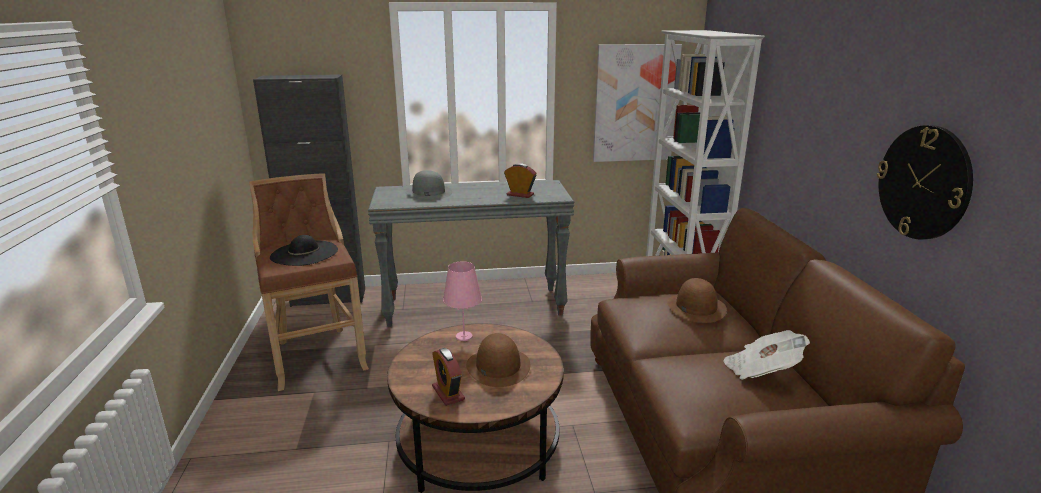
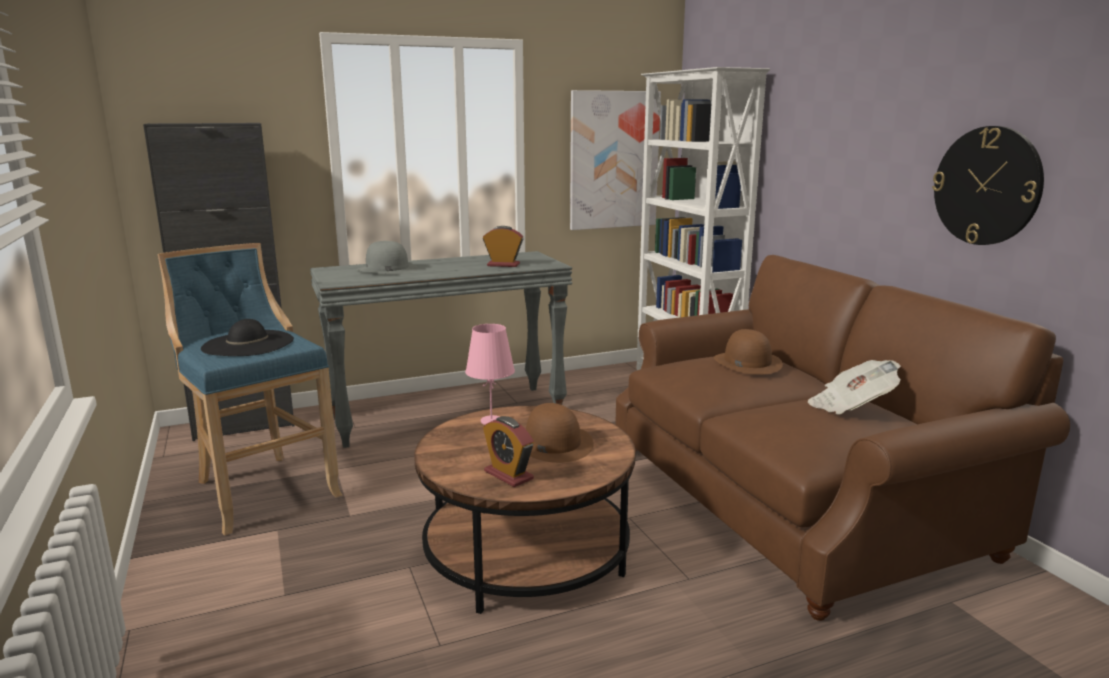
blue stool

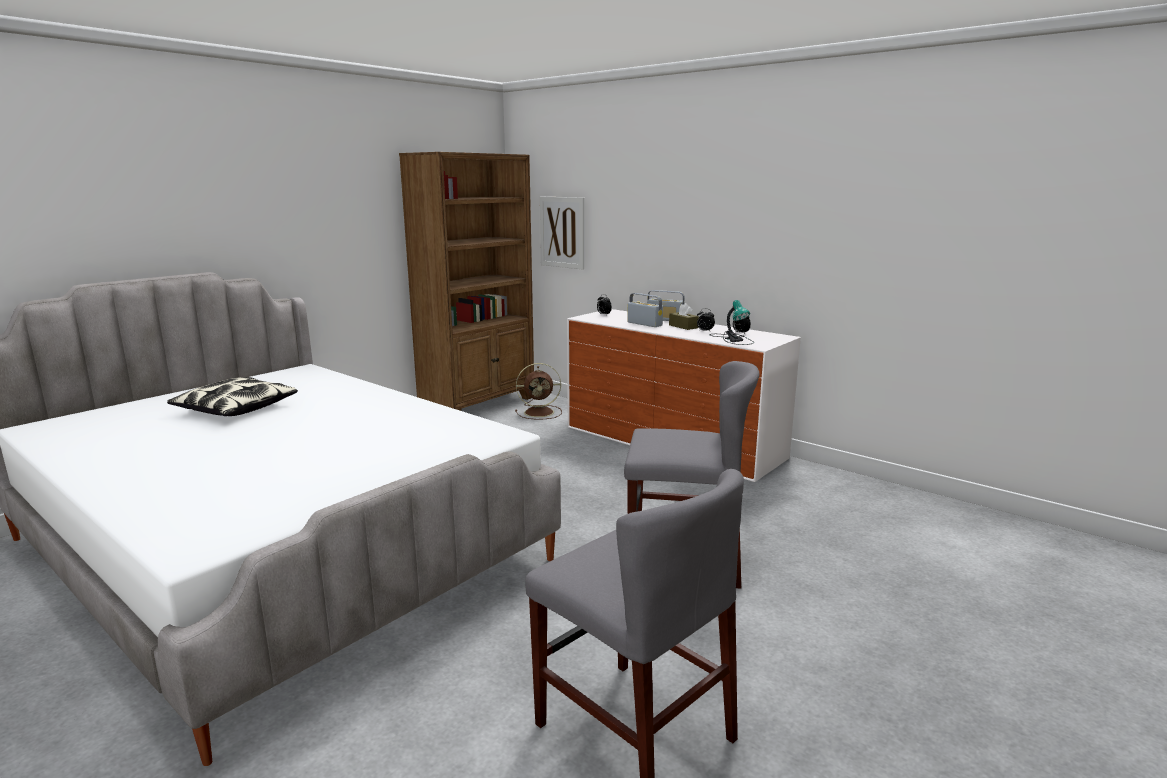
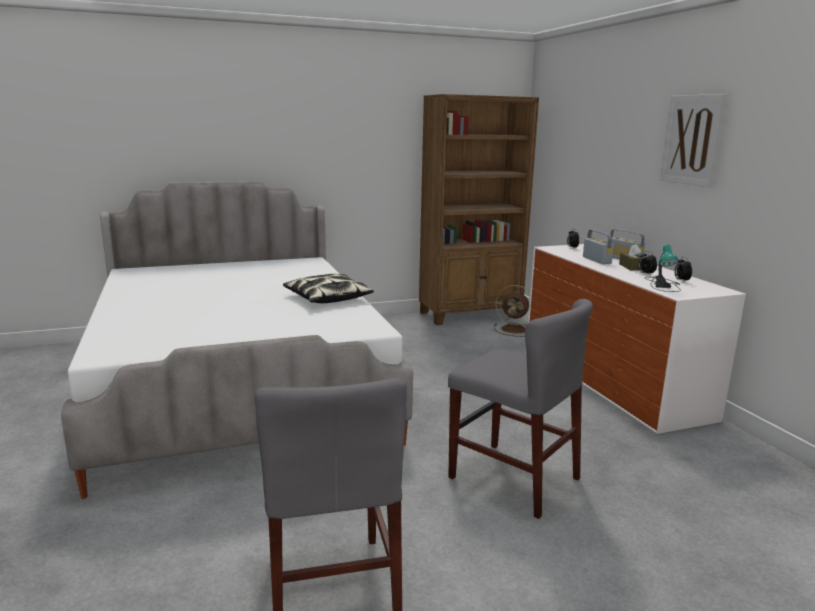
pillow
picture

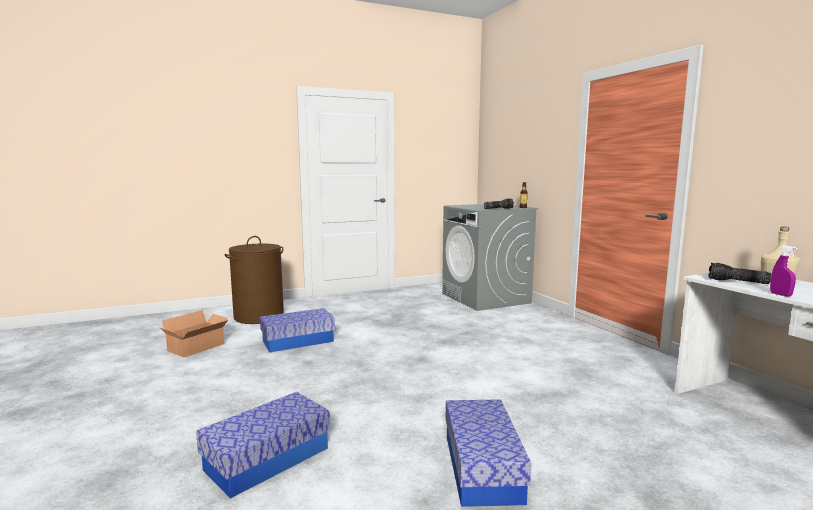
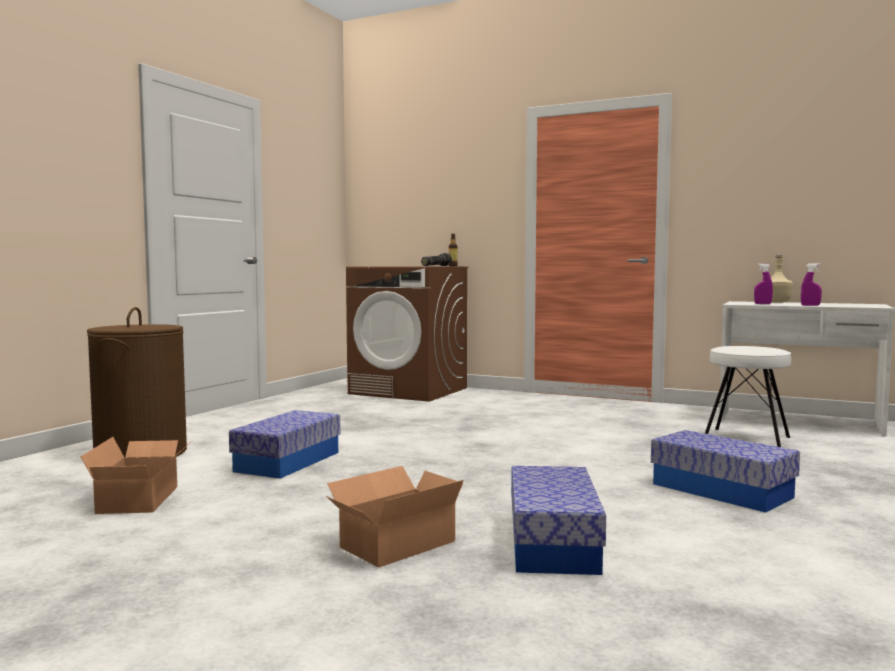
cardboard box (no. 2 from left)
brown washing machine
white stool
purple spray bottle (no. 1 from left)

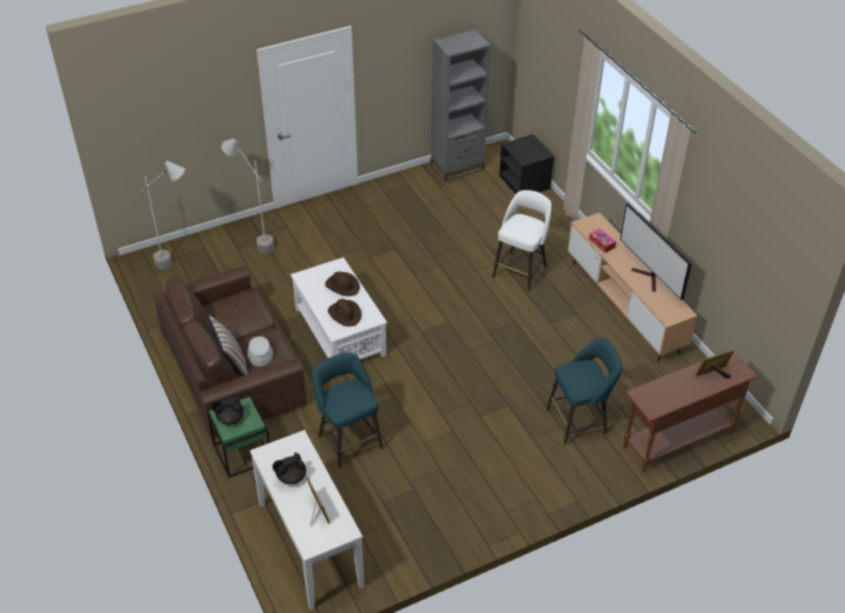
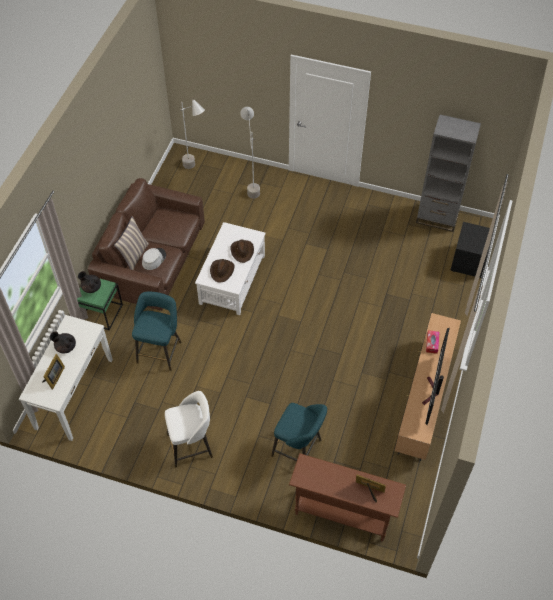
white stool

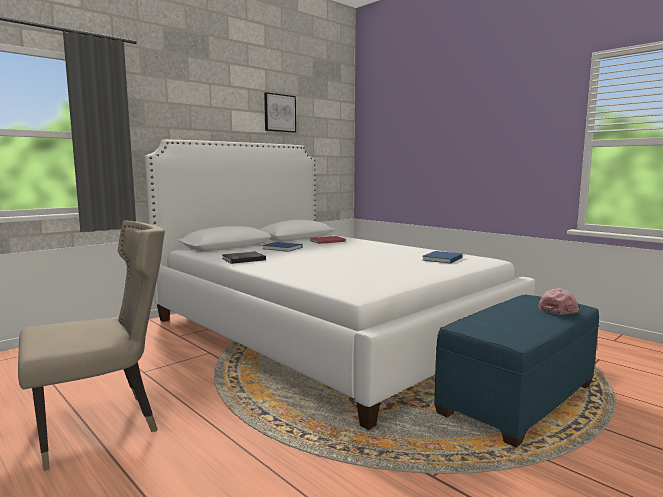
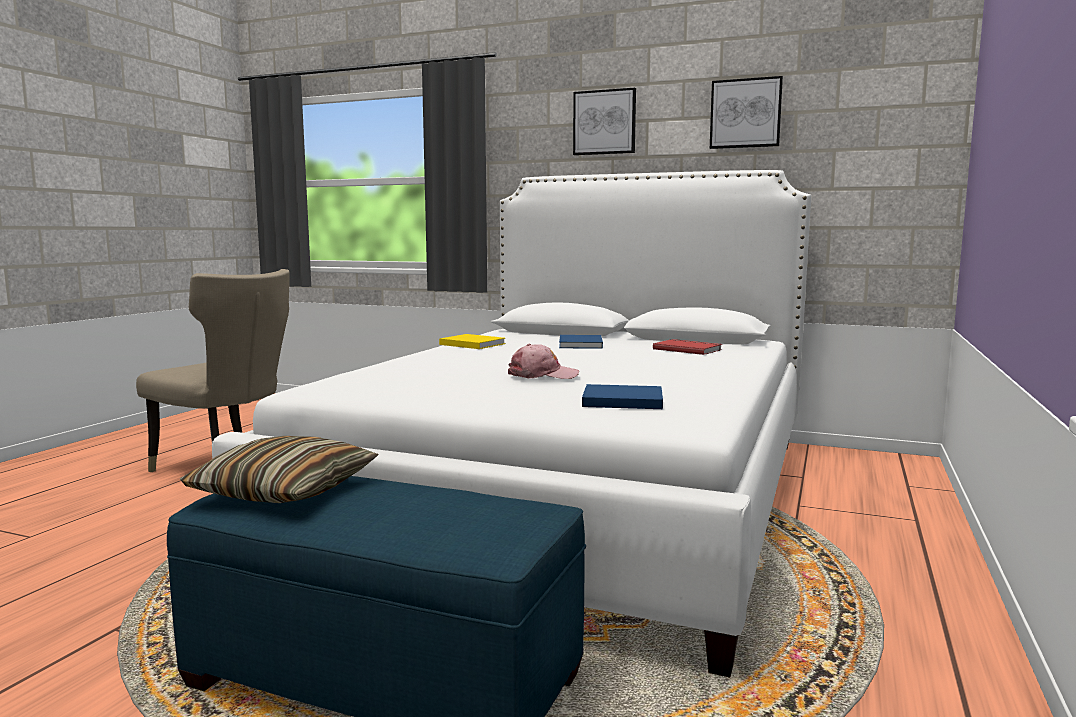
pillow
yellow book
pink cap
picture (no. 1 from left)

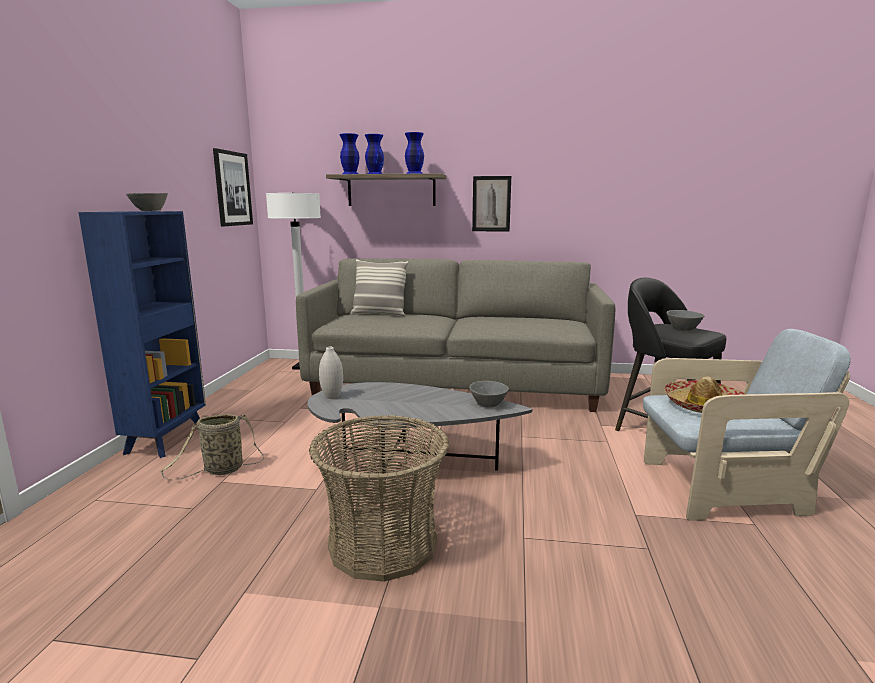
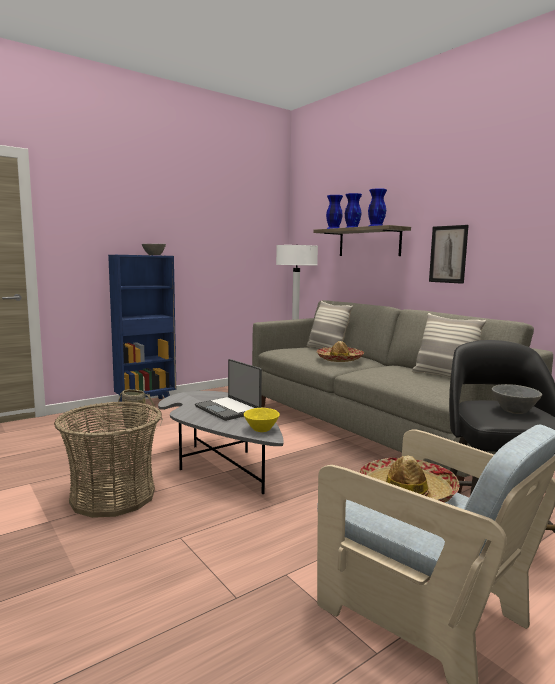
laptop
yellow bowl
hat (no. 1 from left)
pillow (no. 2 from left)
picture (no. 1 from left in the first image)
white vase

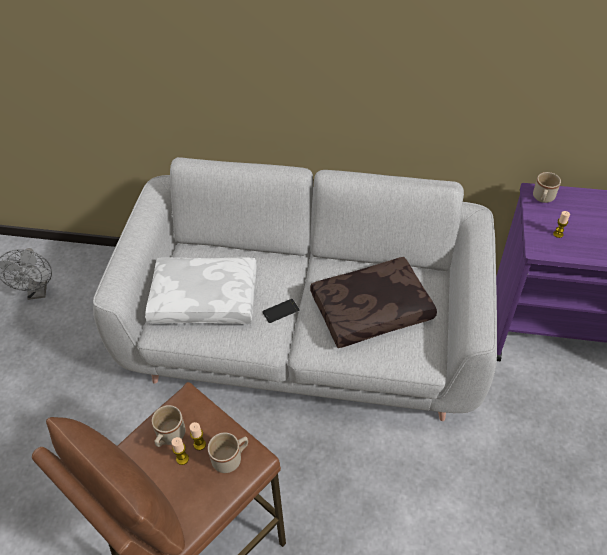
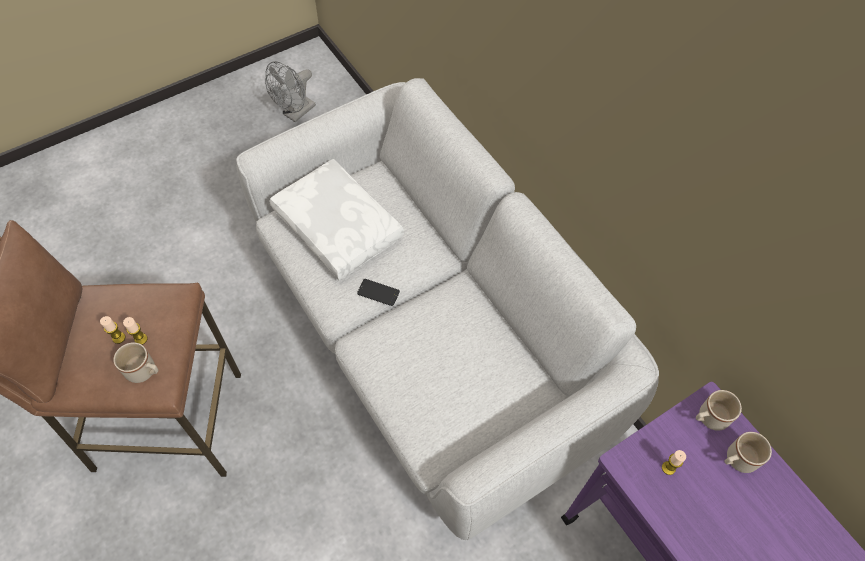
beige mug (no. 3 from left)
brown pillow

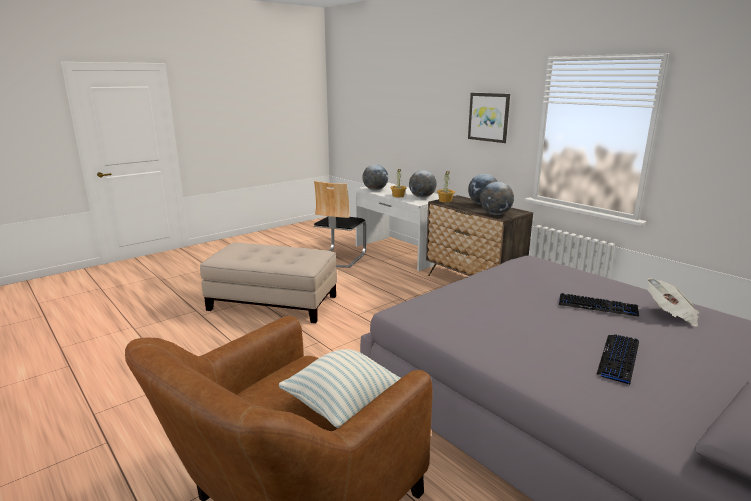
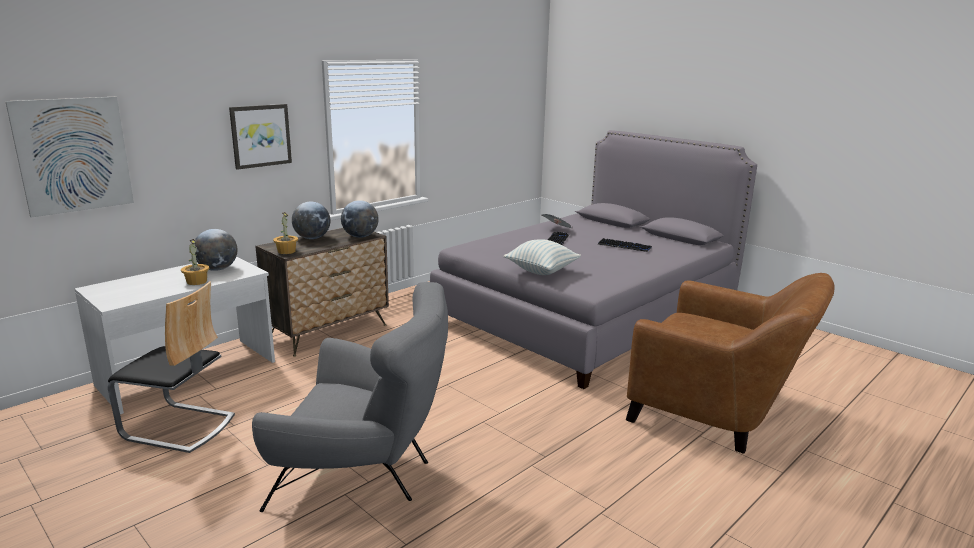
picture (no. 1 from left)
grey armchair
pillow
globe (no. 1 from left in the first image)

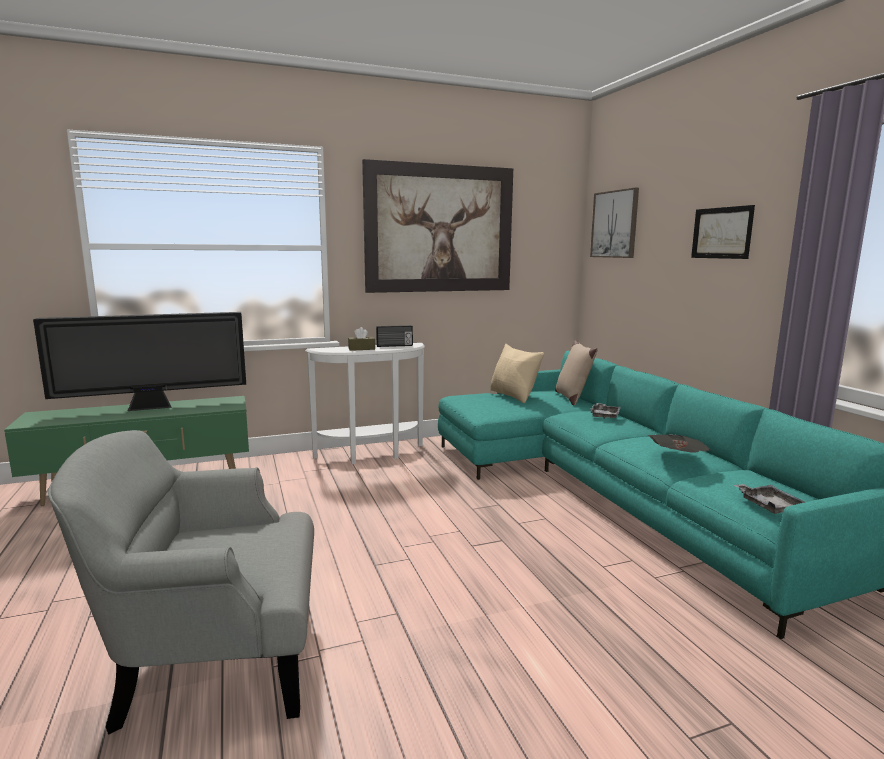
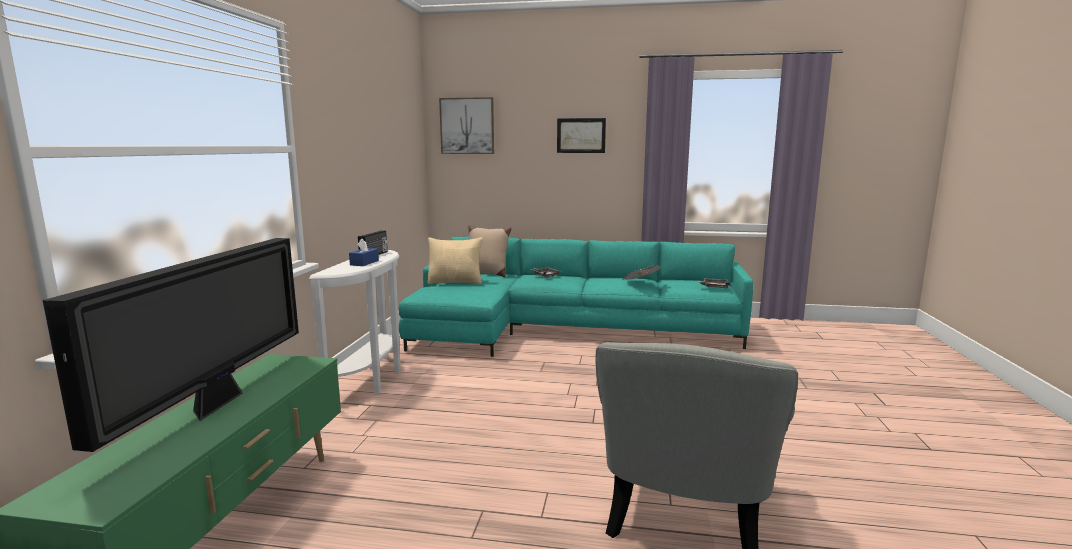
blue tissue box
picture (no. 1 from left in the first image)

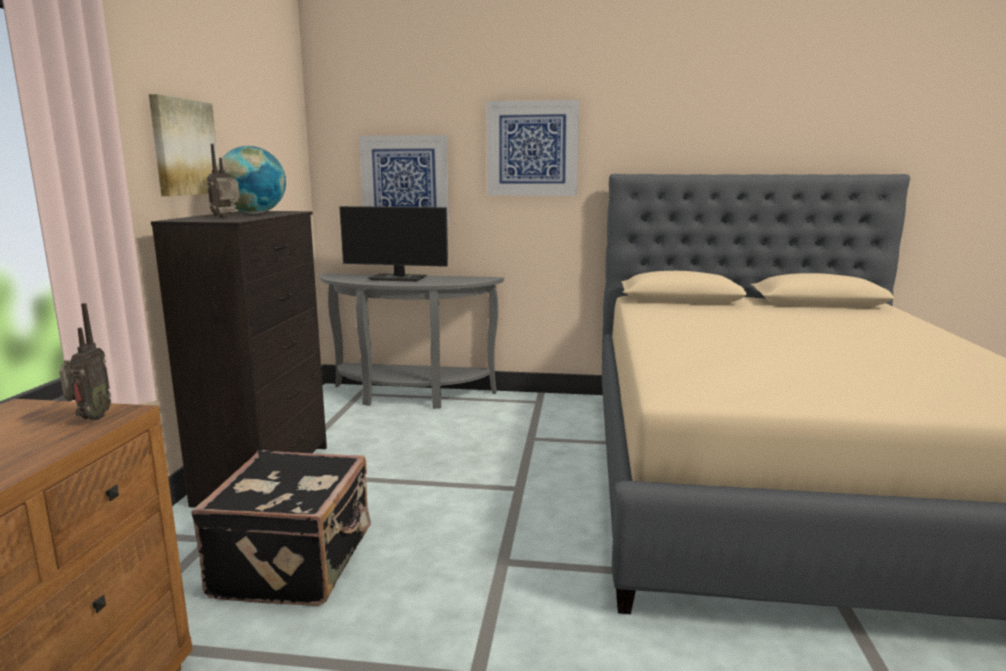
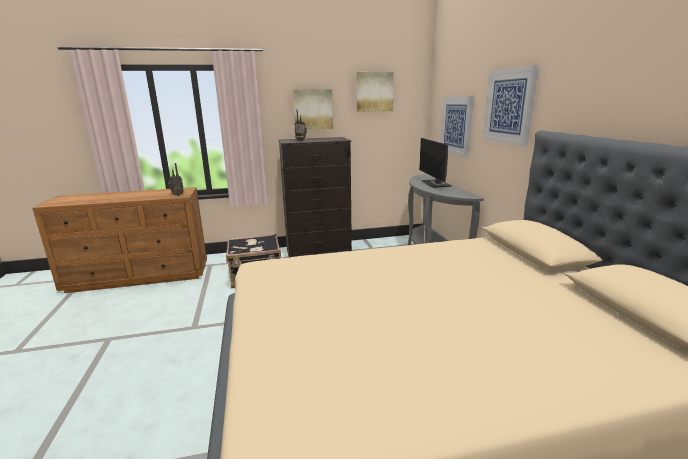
picture (no. 2 from left)
globe

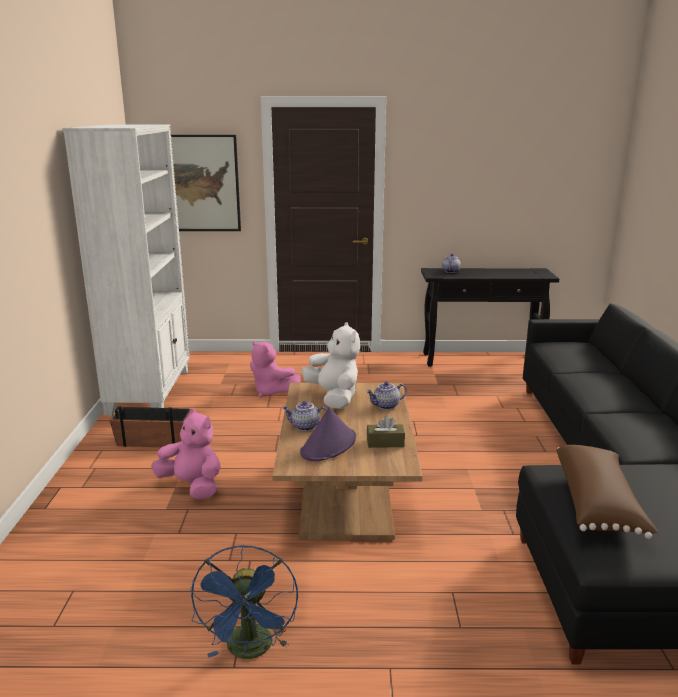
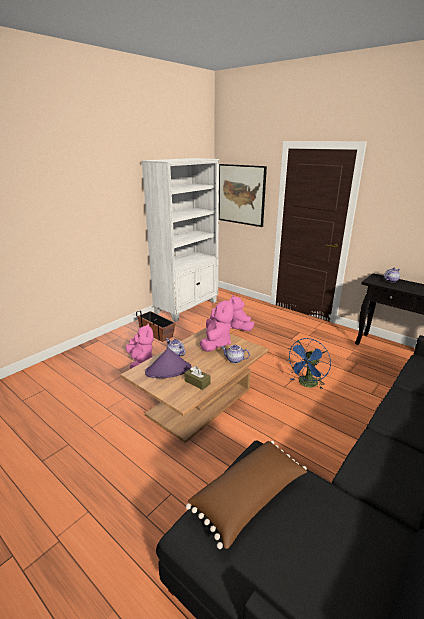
pink plush toy (no. 2 from left)
blue fan

